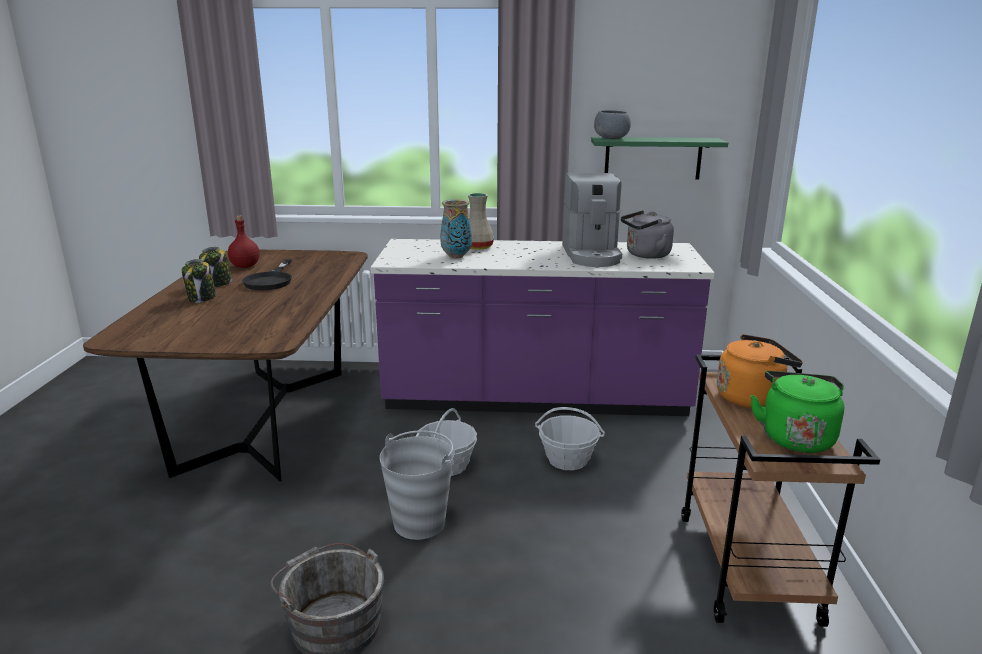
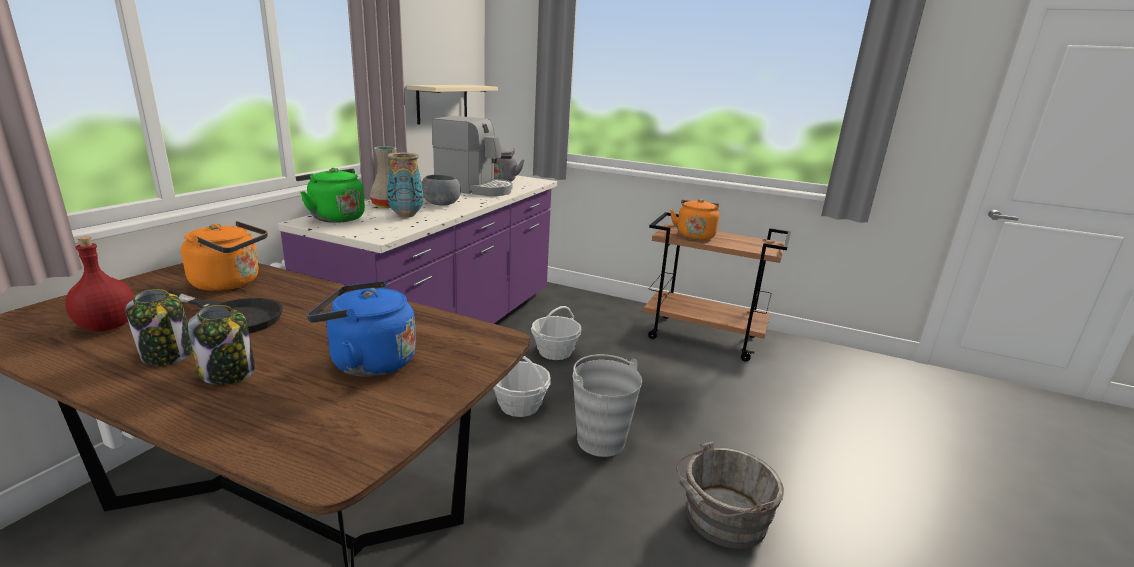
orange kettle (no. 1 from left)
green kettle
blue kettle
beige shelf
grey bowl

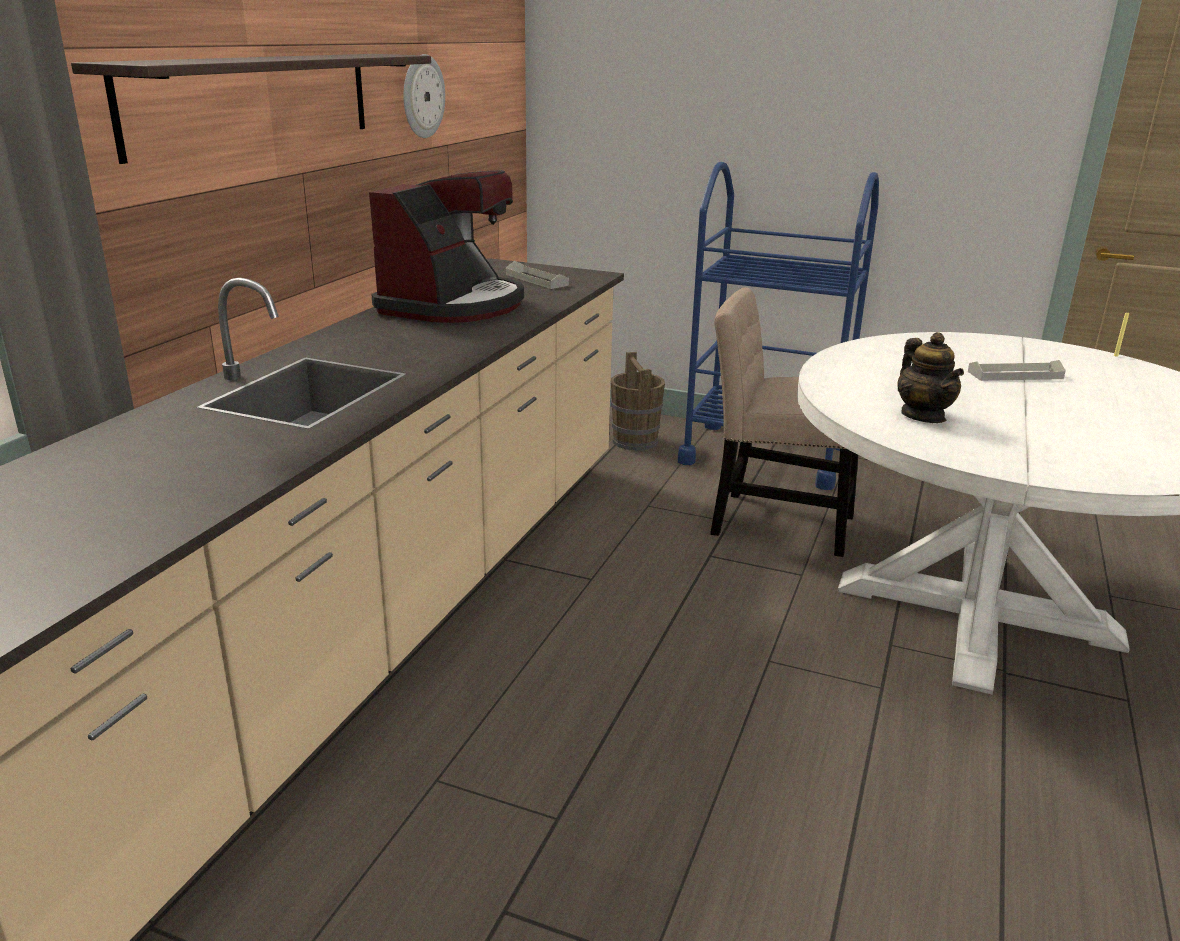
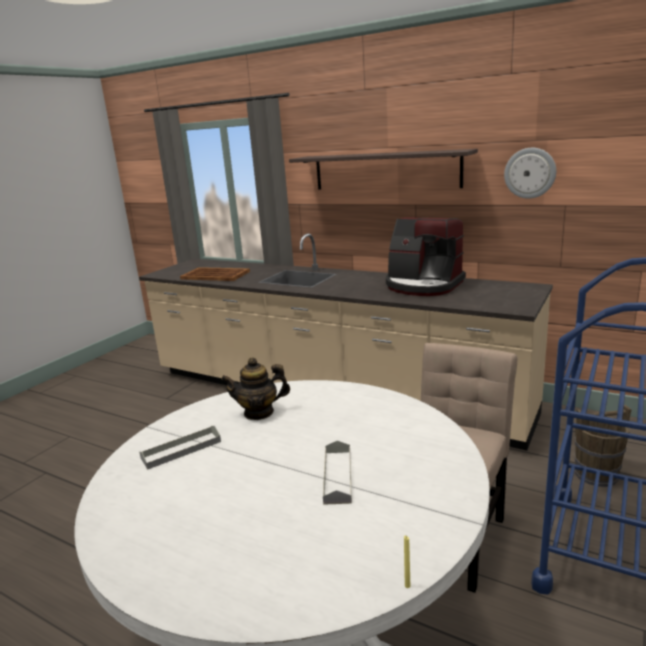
grey tray (no. 1 from left)
brown tray

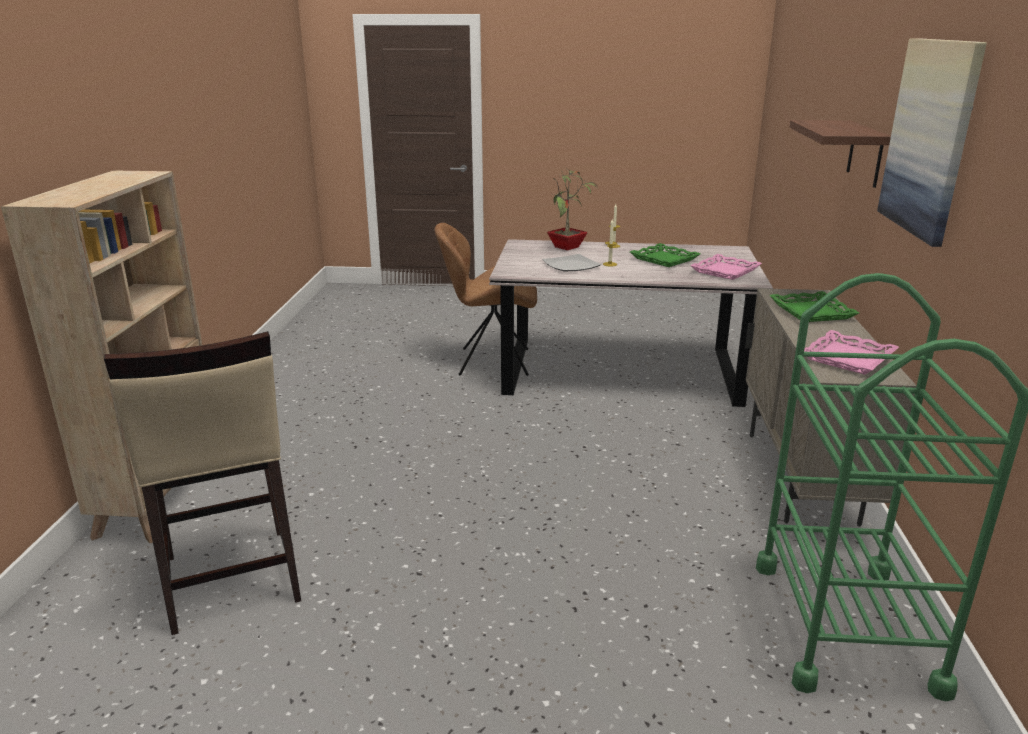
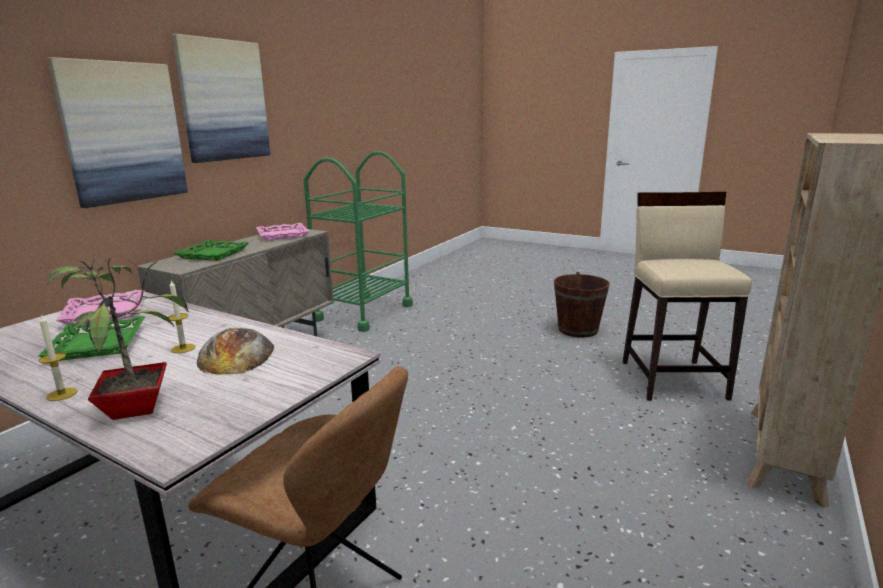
picture (no. 1 from left)
bread
brown bucket

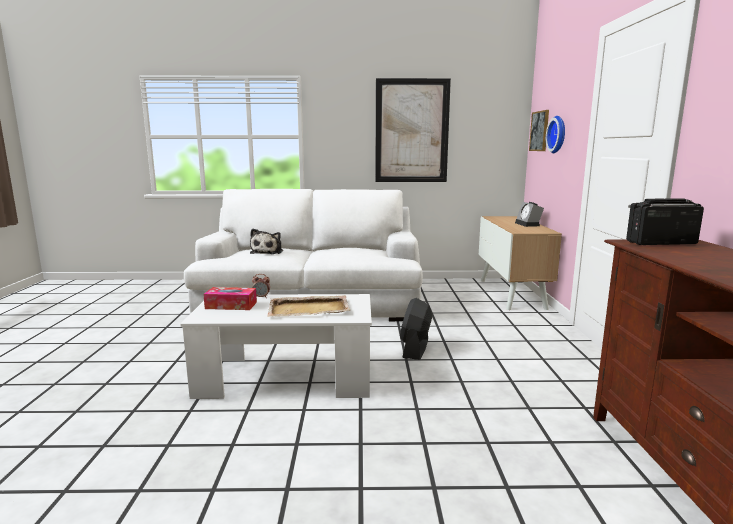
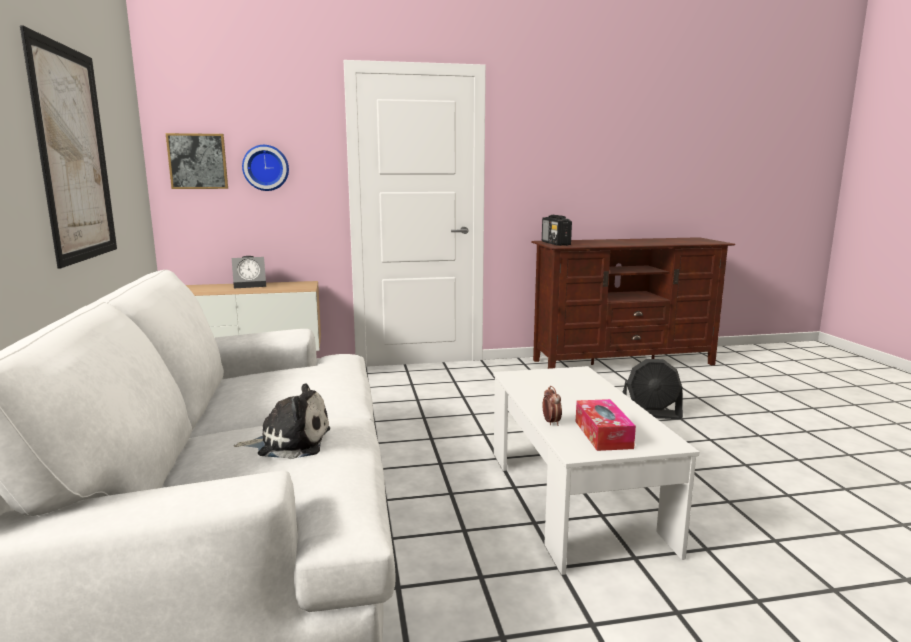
black fan
beige tray

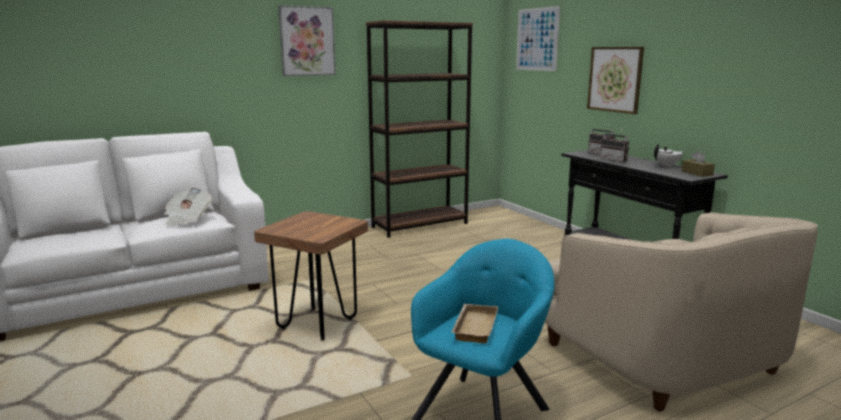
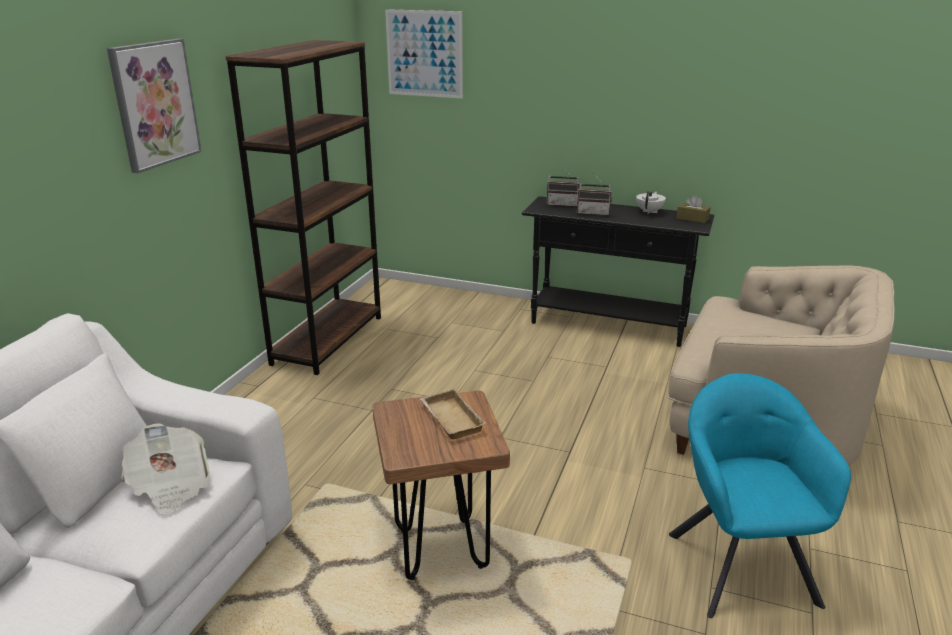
beige tray
picture (no. 3 from left in the first image)

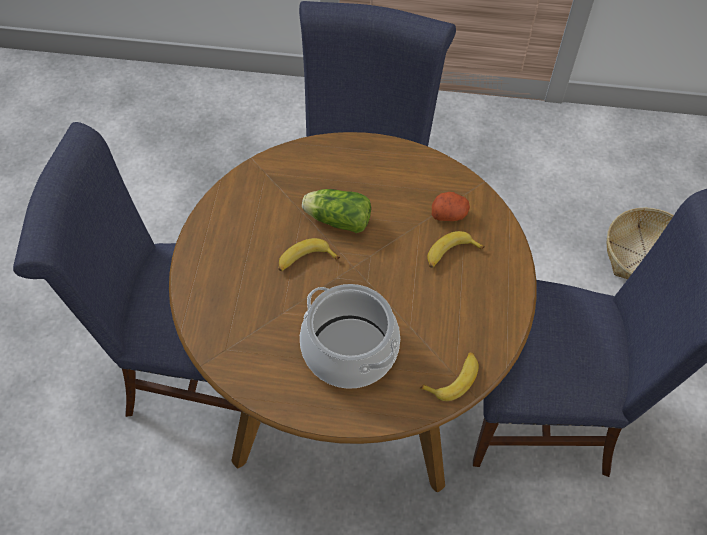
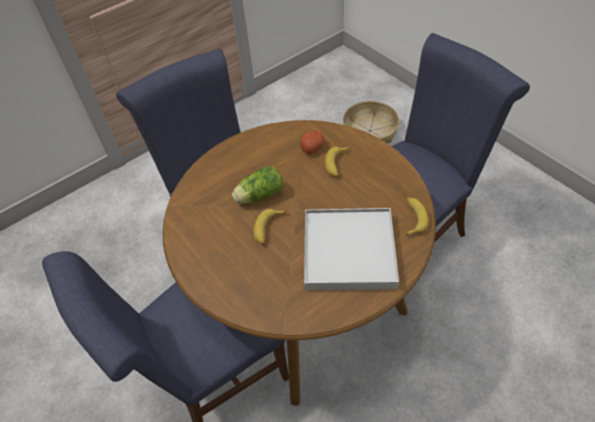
white tray

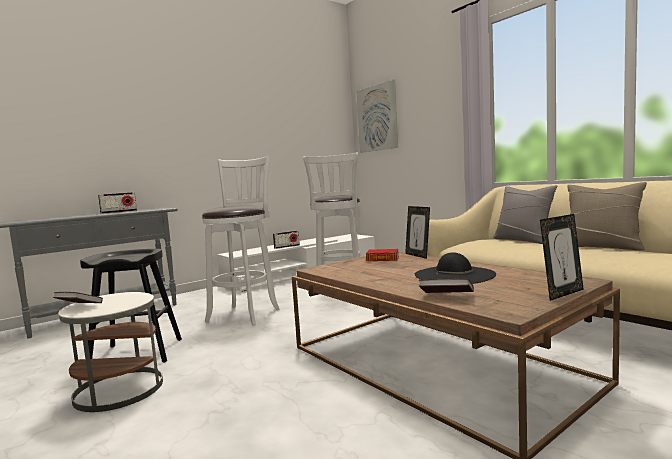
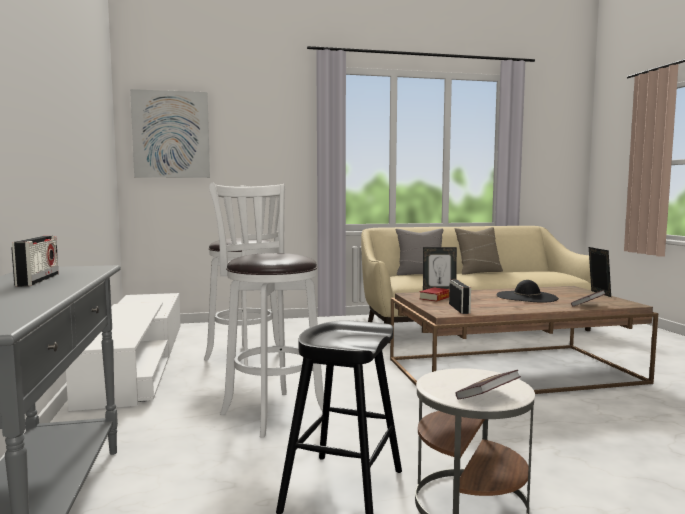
radio (no. 2 from left)

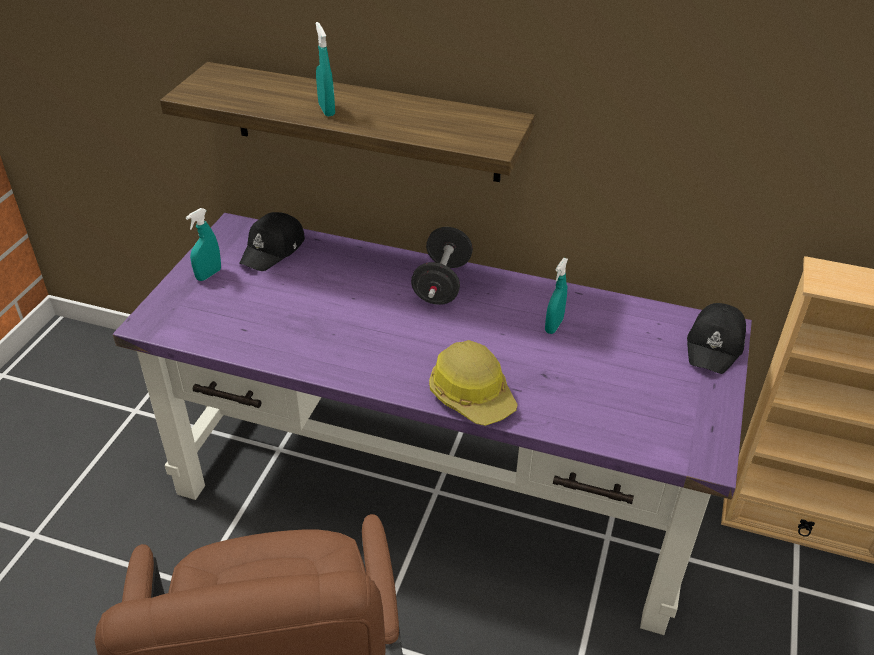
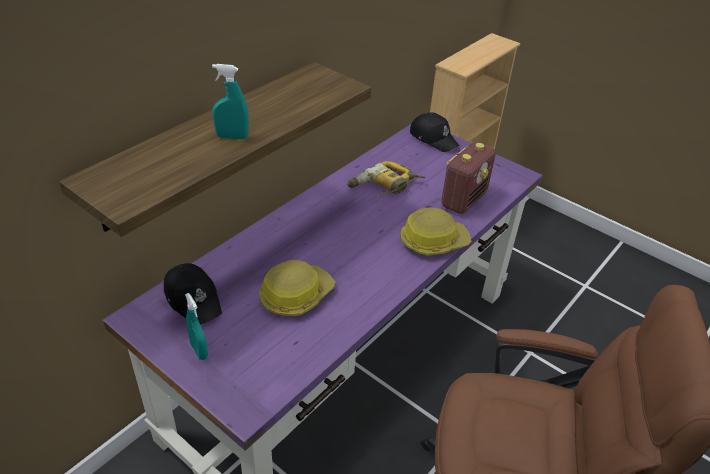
hard hat (no. 1 from left)
power drill
radio
black dumbbell

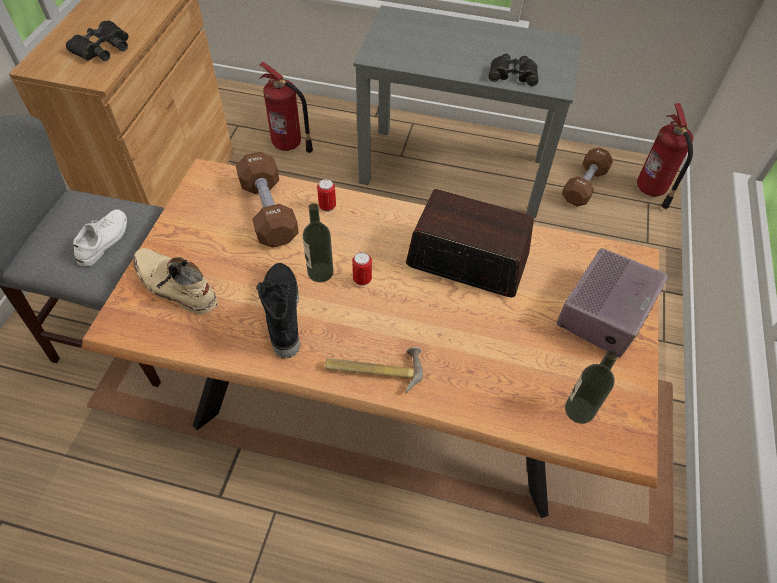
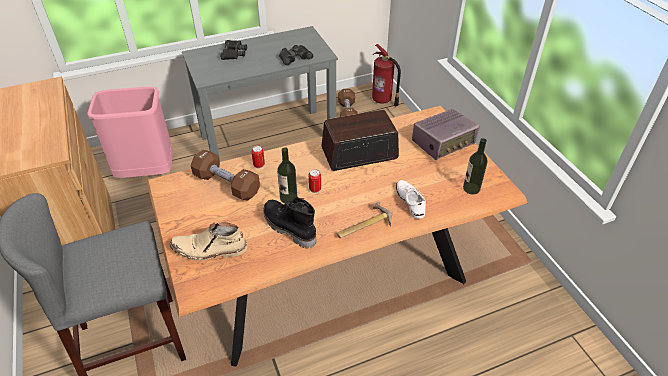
pink trash can
black binoculars (no. 1 from left)
white shoe
radio (no. 2 from left)

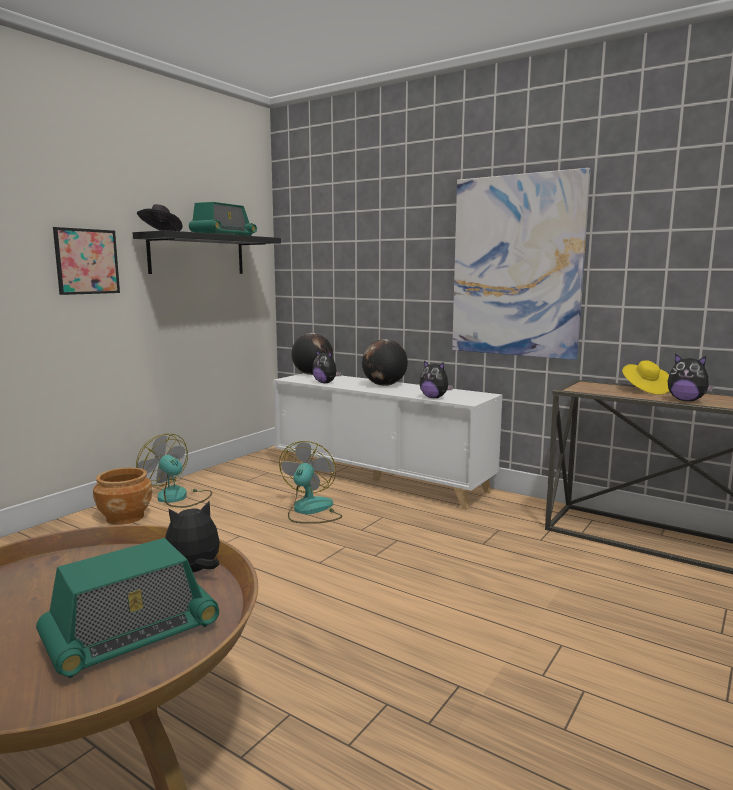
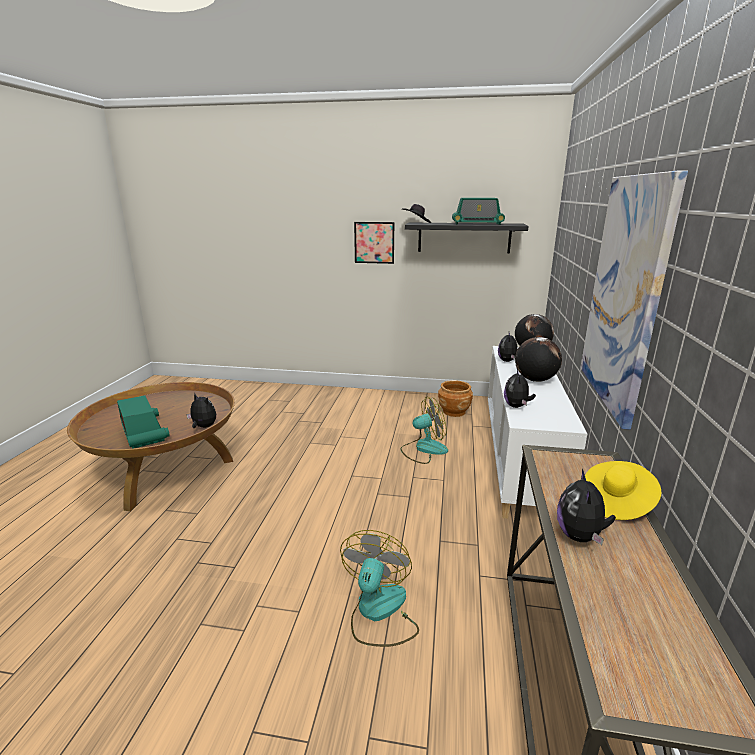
radio (no. 1 from left)
fan (no. 1 from left)
brown planter

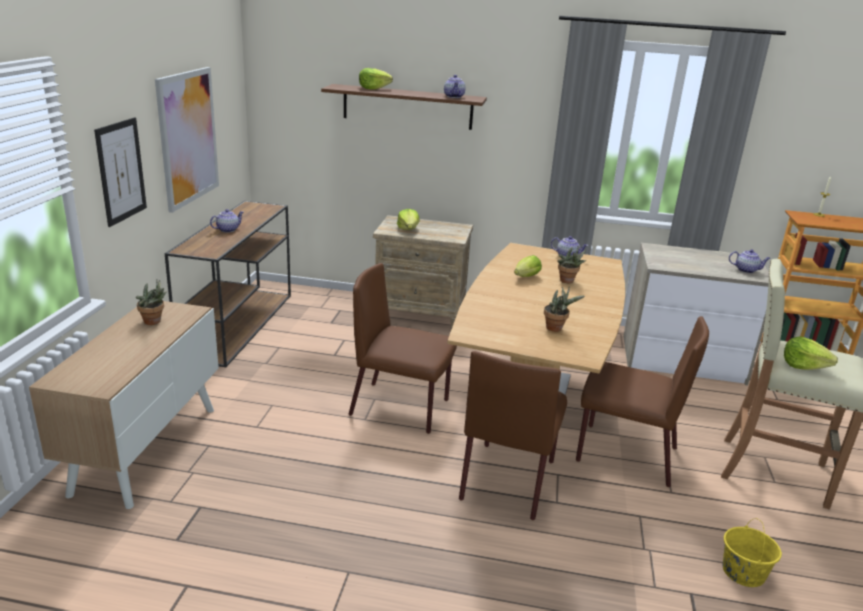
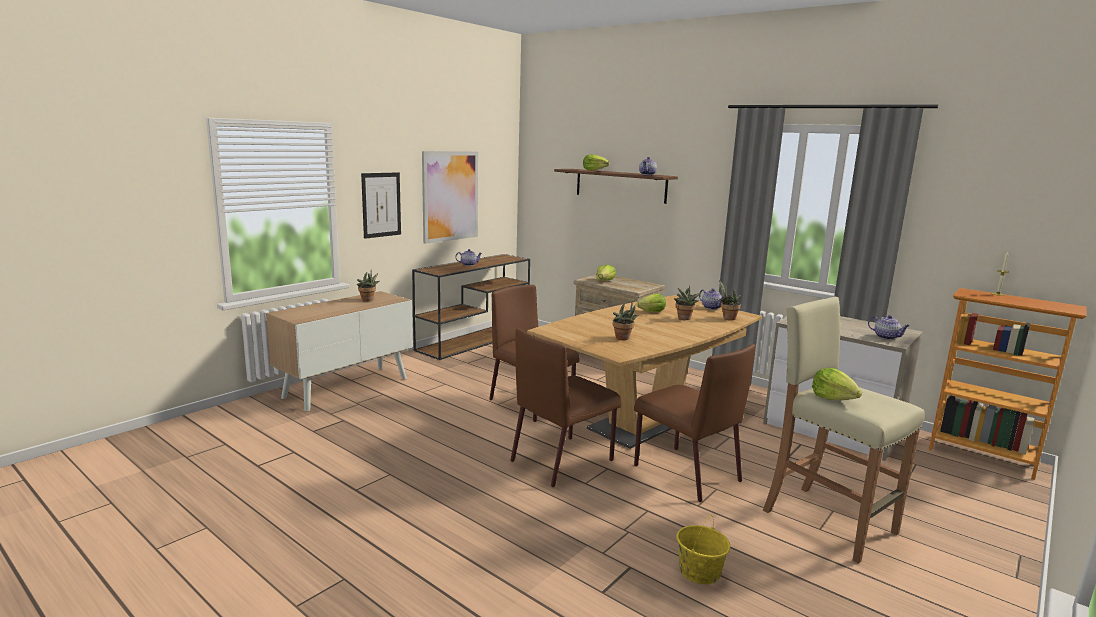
potted plant (no. 4 from left)

